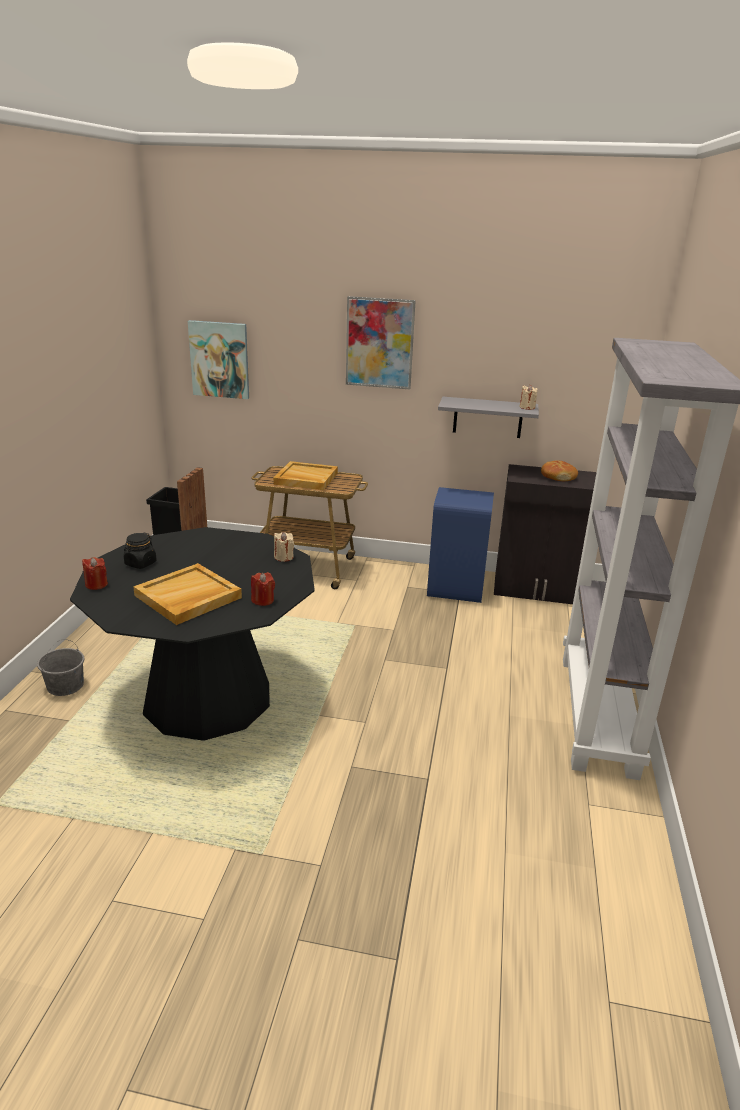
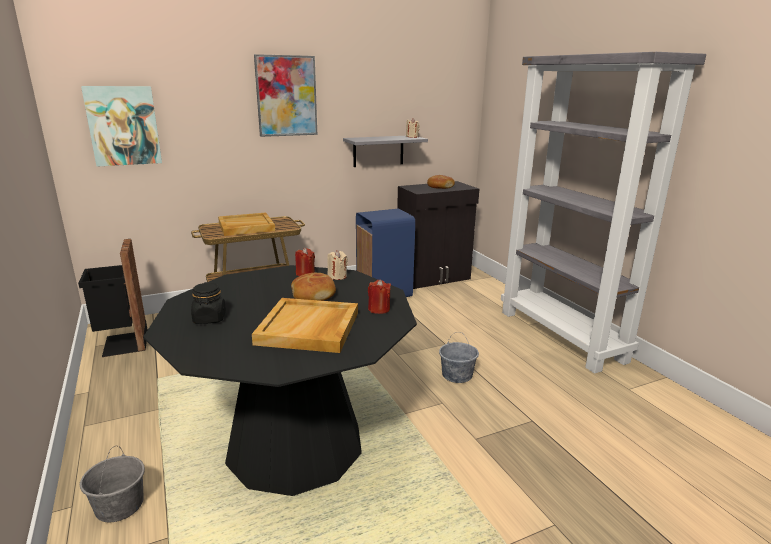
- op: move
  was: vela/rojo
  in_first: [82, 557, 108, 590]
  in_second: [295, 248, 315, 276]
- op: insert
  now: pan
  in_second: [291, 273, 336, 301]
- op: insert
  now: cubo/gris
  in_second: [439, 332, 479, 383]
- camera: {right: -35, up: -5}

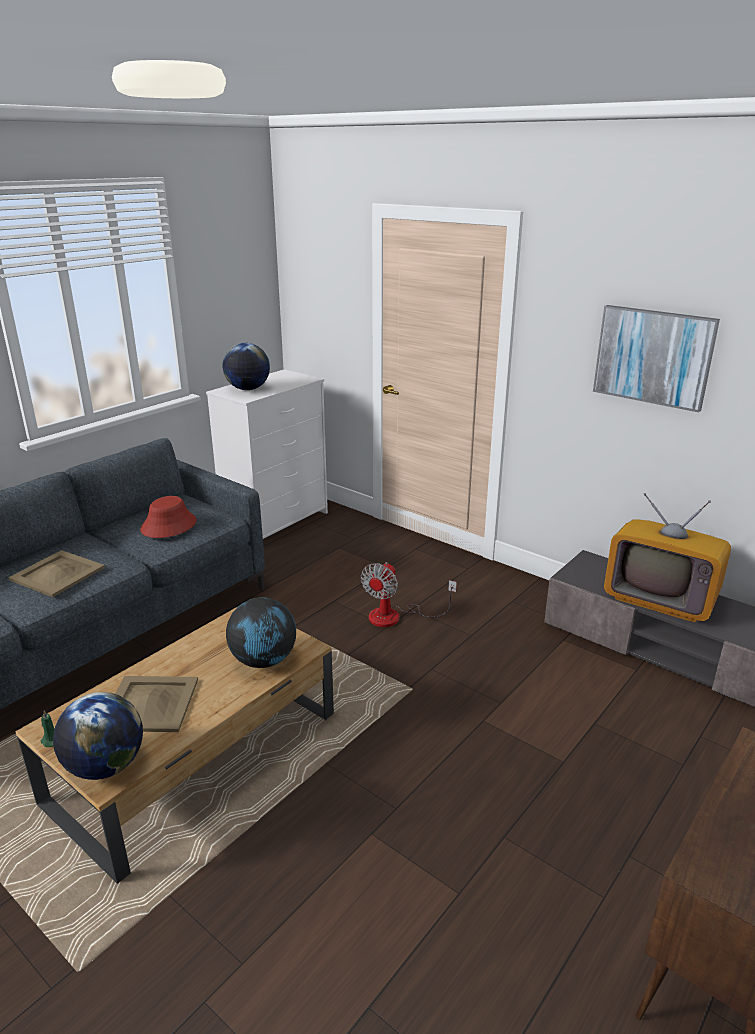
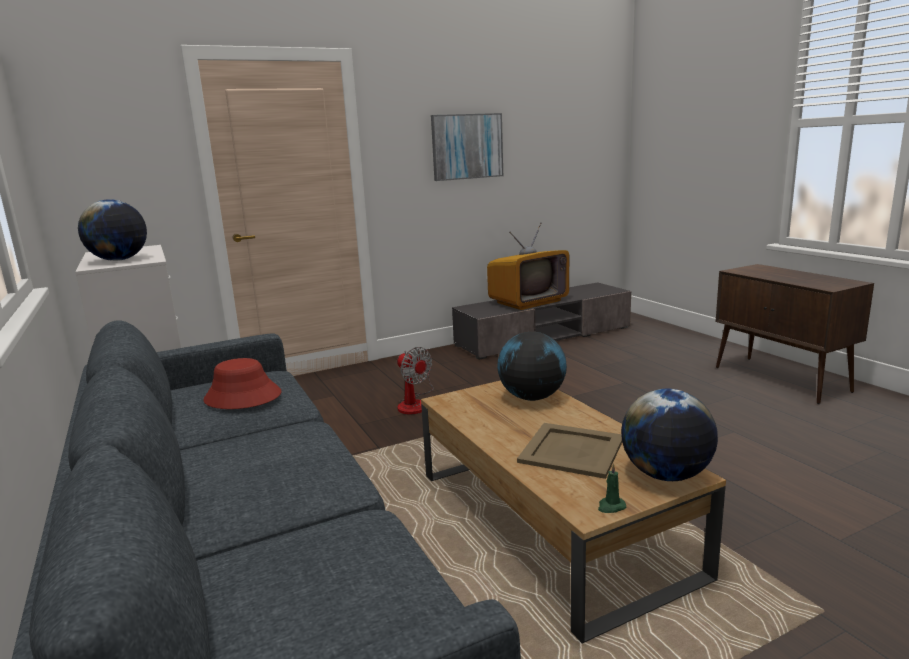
- op: delete
  was: bandeja/beis
  in_first: [8, 550, 105, 597]
- camera: {right: -65, up: -10}

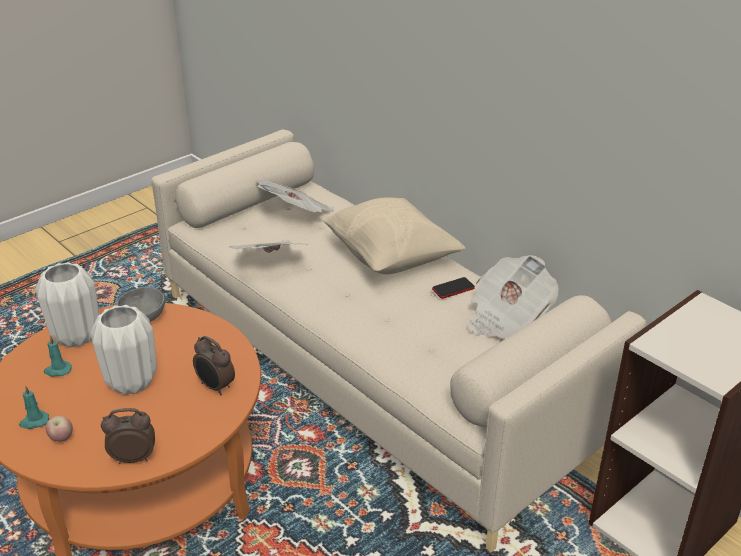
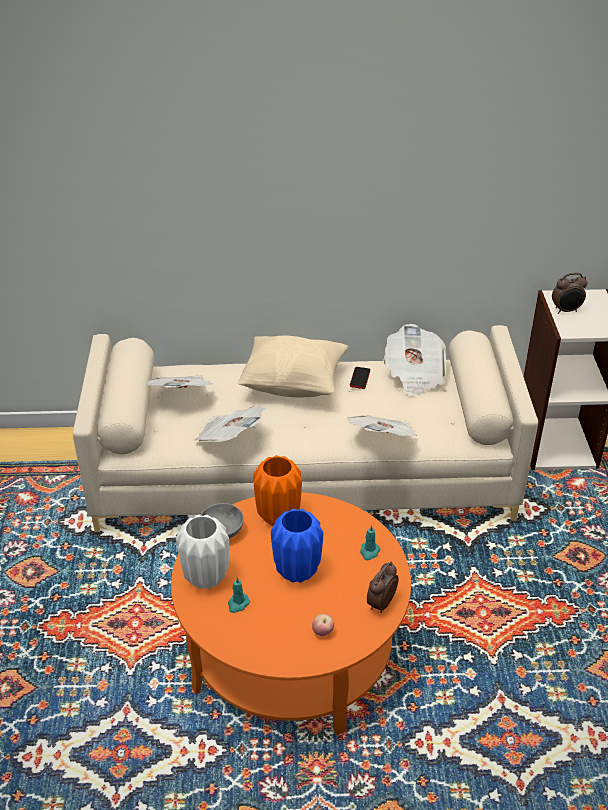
- op: move
  was: vela/turquesa
  in_first: [19, 385, 49, 429]
  in_second: [360, 525, 380, 560]
- op: recolor
  was: florero/blanco
  now: florero/azul
  in_first: [90, 305, 157, 395]
  in_second: [271, 509, 323, 583]
- op: move
  was: despertador
  in_first: [193, 336, 235, 395]
  in_second: [552, 272, 588, 314]
- op: insert
  now: florero/naranja
  in_second: [253, 455, 302, 526]
- op: insert
  now: periódico
  in_second: [347, 415, 417, 436]
- camera: {right: -50, up: 5}

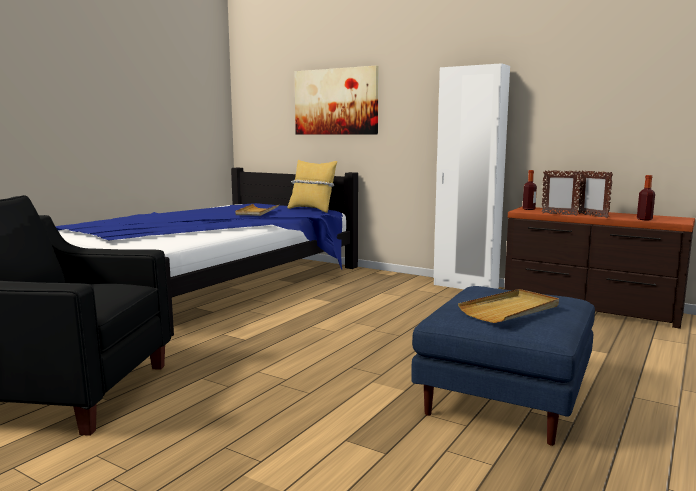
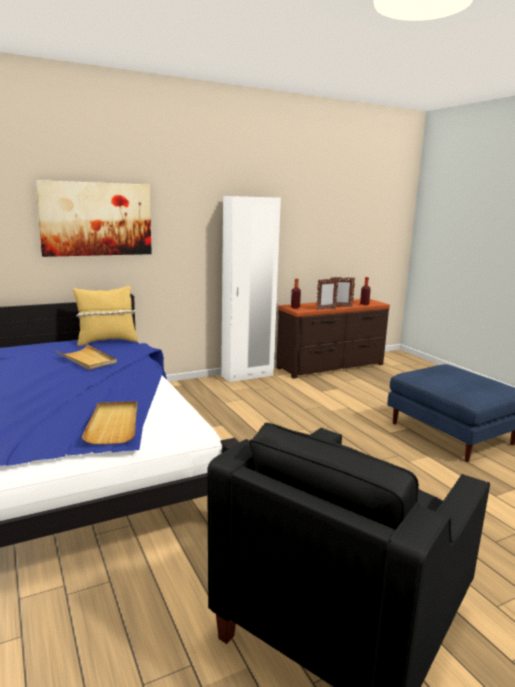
- op: move
  was: bandeja/beis
  in_first: [458, 289, 559, 323]
  in_second: [82, 401, 137, 444]
- camera: {right: -60, up: 5}

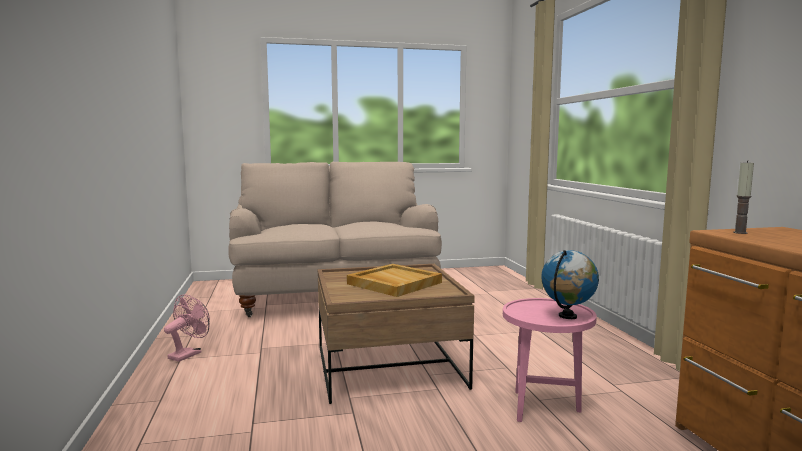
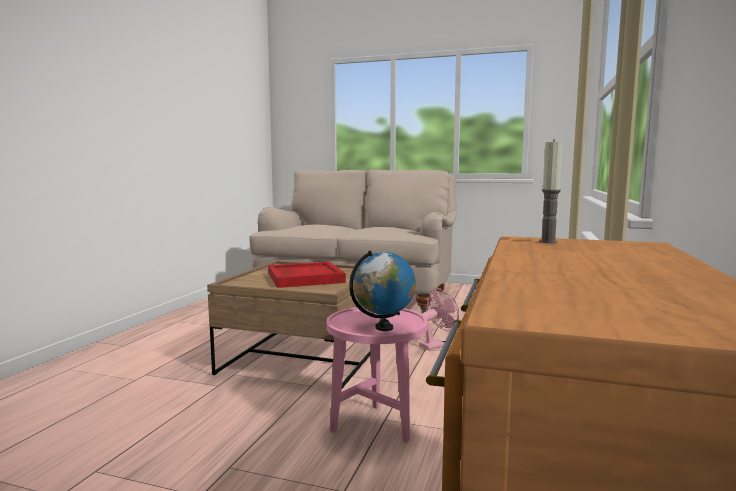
- op: move
  was: ventilador/rosa
  in_first: [164, 295, 210, 362]
  in_second: [419, 288, 459, 350]
- op: recolor
  was: bandeja/beis
  now: bandeja/rojo
  in_first: [347, 264, 442, 297]
  in_second: [268, 262, 346, 288]
- camera: {right: 30, up: 0}

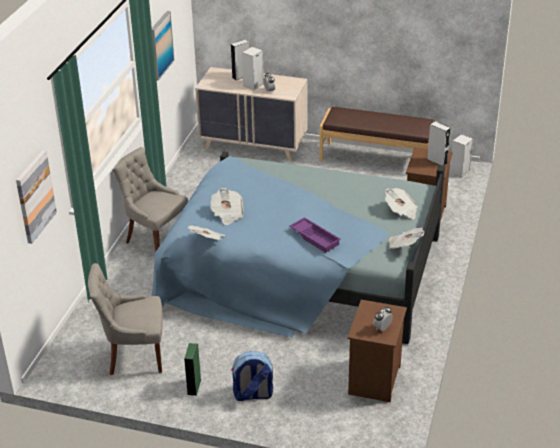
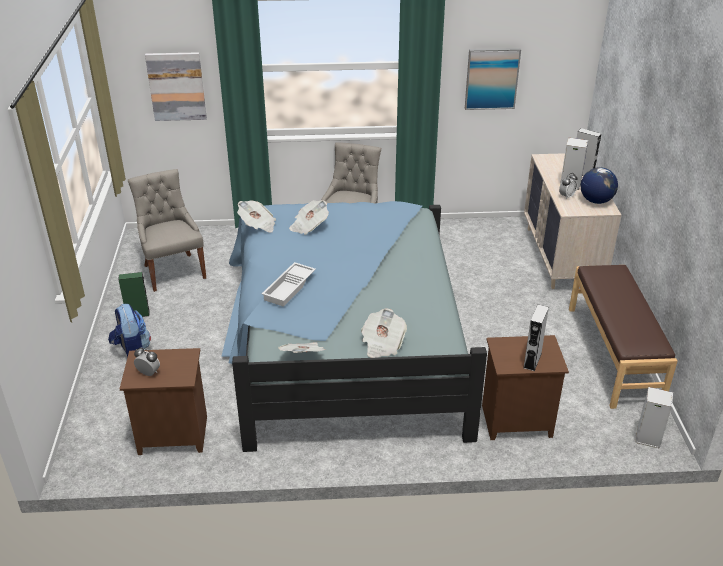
- op: recolor
  was: bandeja/morado
  now: bandeja/blanco
  in_first: [290, 217, 341, 253]
  in_second: [262, 262, 316, 307]
- op: insert
  now: globo terráqueo
  in_second: [581, 167, 618, 204]
- camera: {right: 70, up: 0}

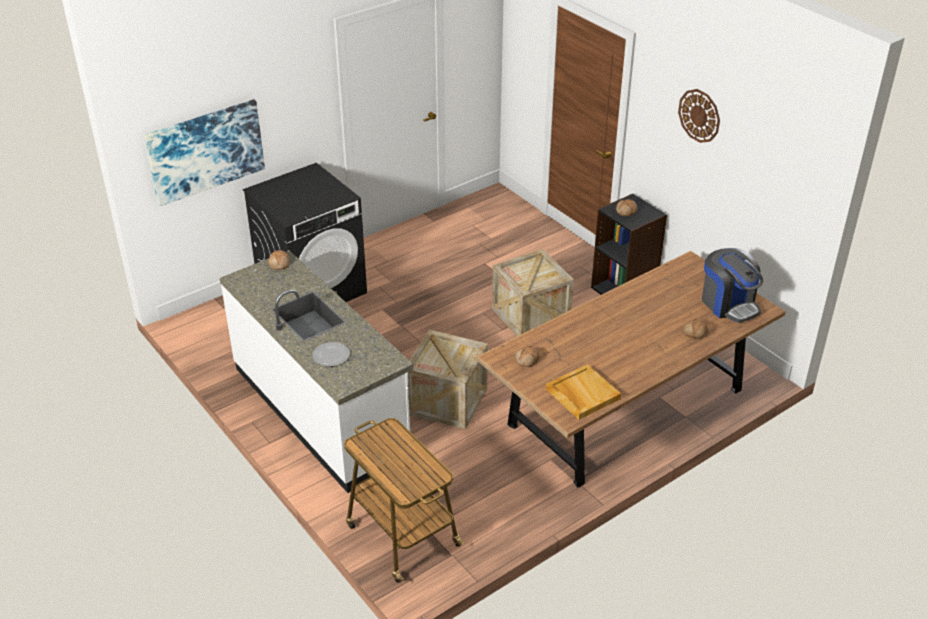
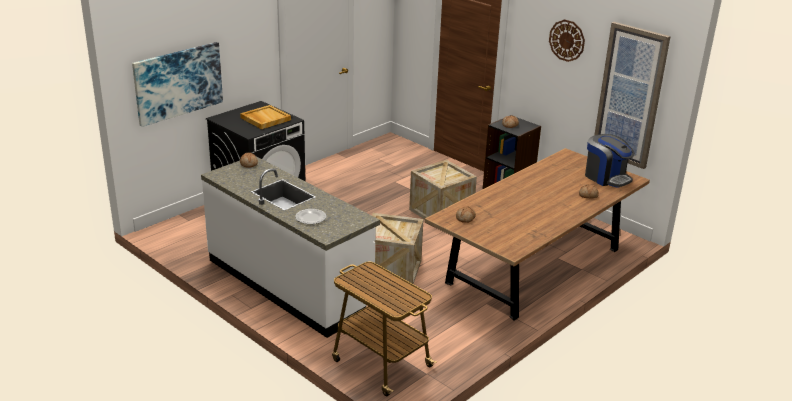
- op: move
  was: bandeja/beis
  in_first: [546, 364, 621, 419]
  in_second: [240, 105, 291, 129]
- op: insert
  now: cuadro
  in_second: [595, 22, 671, 169]
- camera: {right: -10, up: -10}

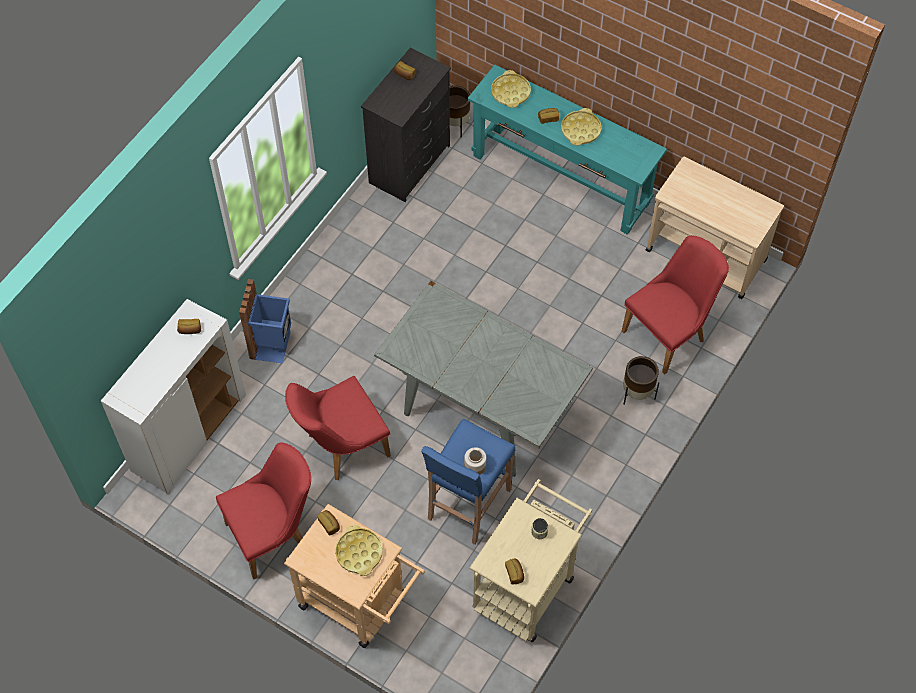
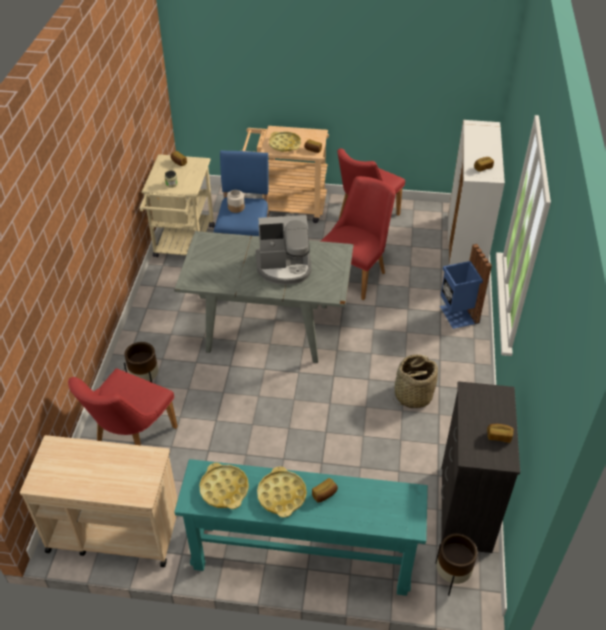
- op: move
  was: bandeja/amarillo
  in_first: [491, 70, 531, 108]
  in_second: [199, 463, 249, 509]
- op: insert
  now: cafetera
  in_second: [256, 215, 311, 285]
- op: insert
  now: cesta
  in_second: [393, 354, 438, 408]
- camera: {right: 155, up: -15}

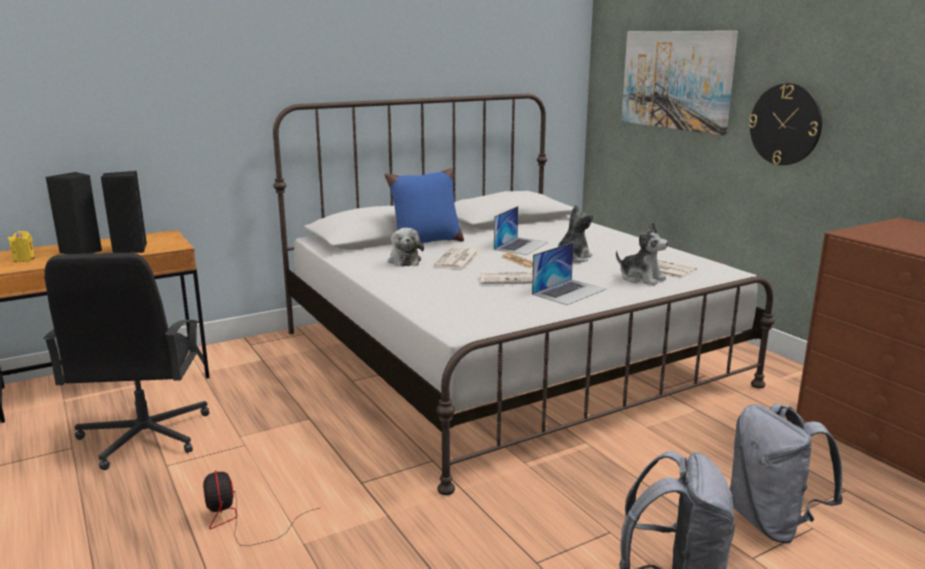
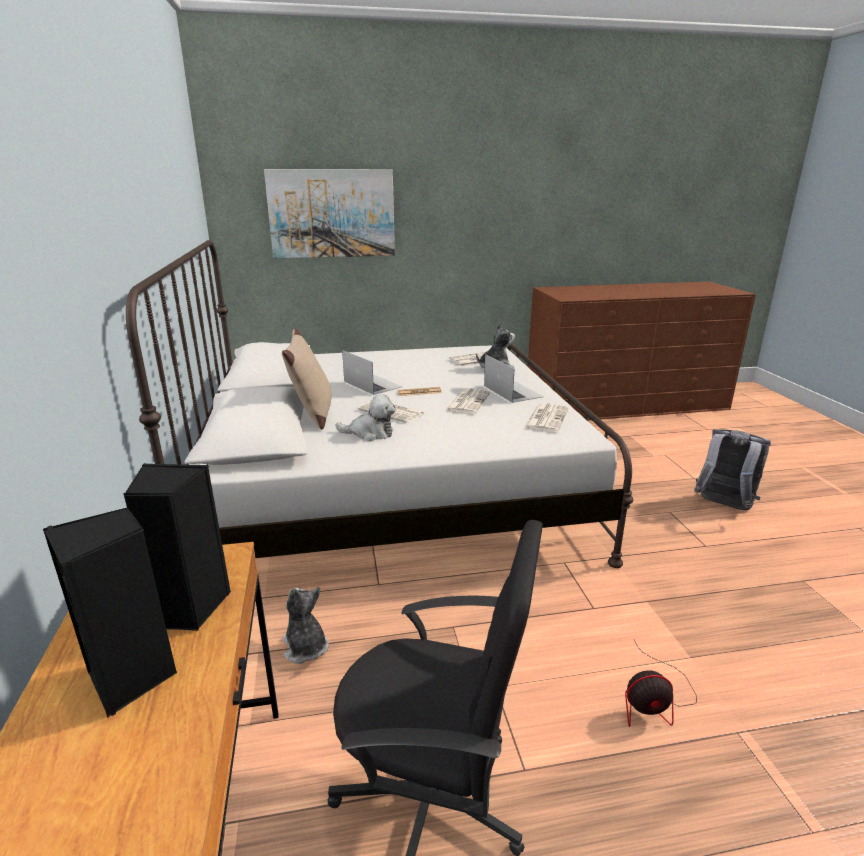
- op: delete
  was: vela/amarillo
  in_first: [8, 231, 36, 262]
- op: recolor
  was: cojín/azul
  now: cojín/beis
  in_first: [385, 168, 464, 243]
  in_second: [282, 329, 332, 429]
- op: move
  was: peluche
  in_first: [558, 204, 593, 263]
  in_second: [283, 587, 329, 664]
- op: delete
  was: mochila/gris
  in_first: [730, 404, 843, 543]
- op: delete
  was: reloj de pared
  in_first: [749, 83, 822, 165]
- op: insert
  now: periódico
  in_second: [524, 403, 569, 432]
- camera: {right: -70, up: 5}

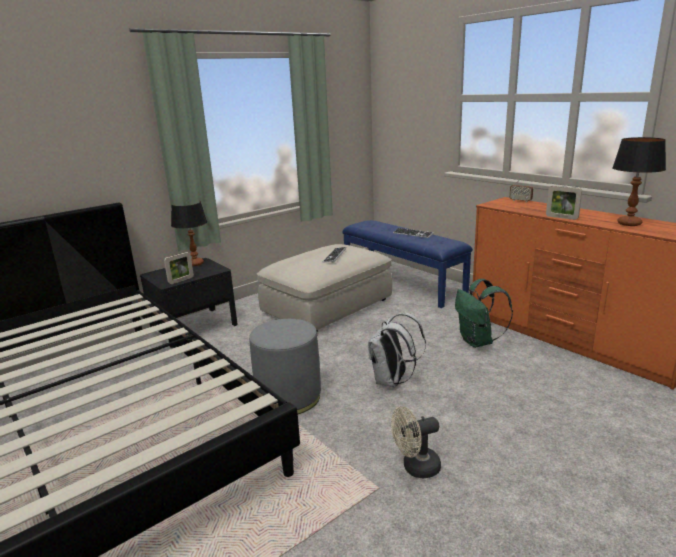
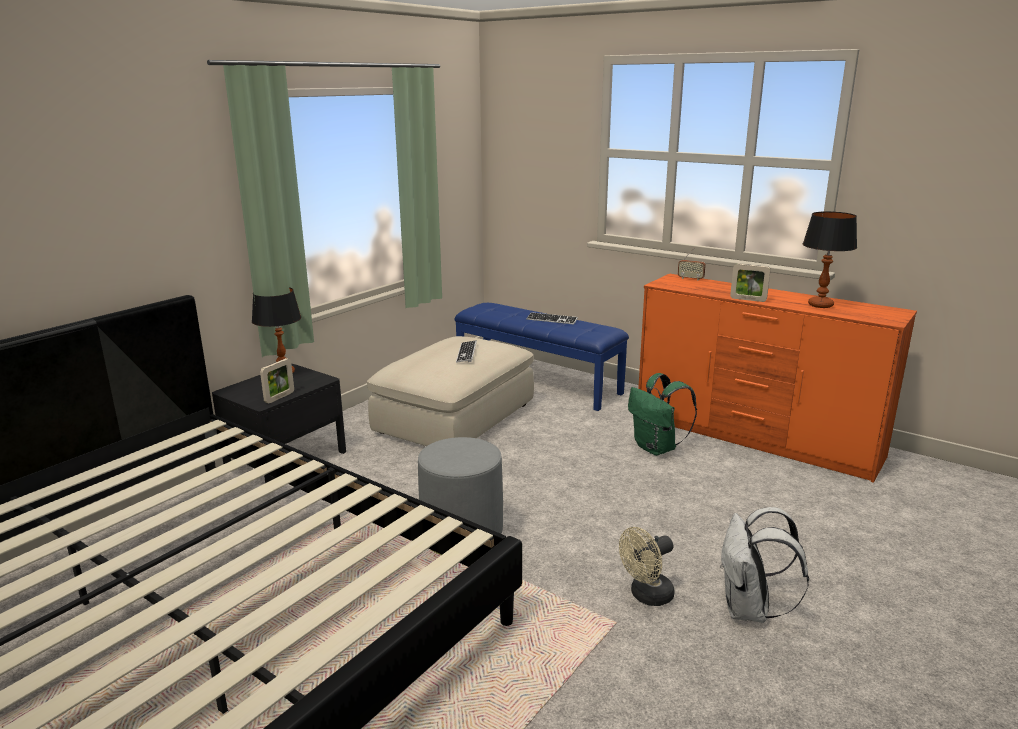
- op: move
  was: mochila/blanco
  in_first: [368, 313, 426, 388]
  in_second: [720, 507, 809, 623]
- camera: {right: -15, up: 0}

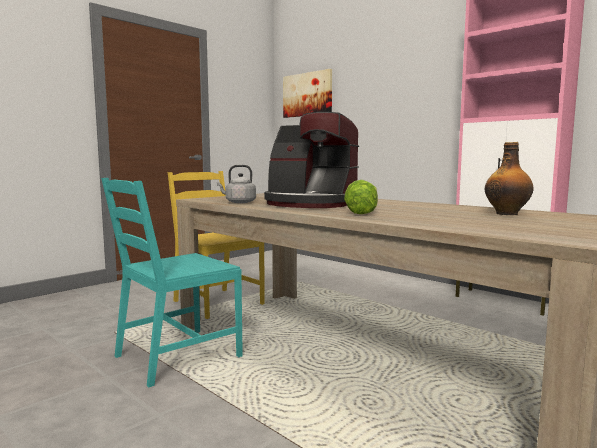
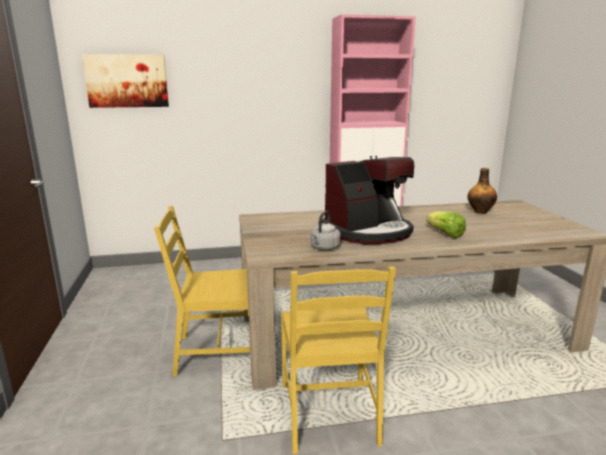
- op: recolor
  was: silla/turquesa
  now: silla/amarillo
  in_first: [101, 178, 243, 387]
  in_second: [281, 266, 396, 454]
- camera: {right: -55, up: 10}

